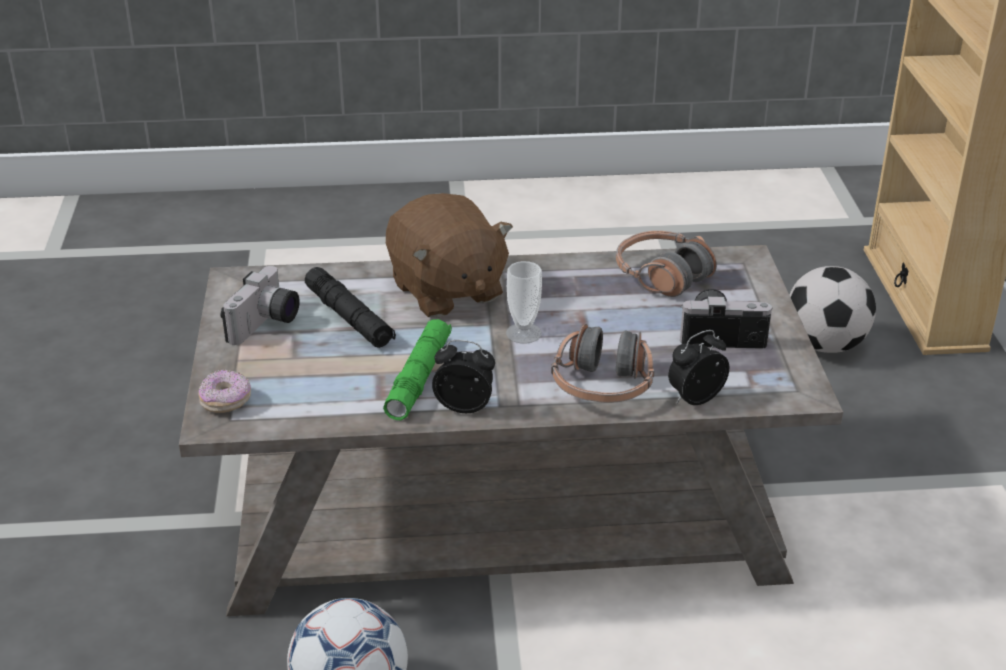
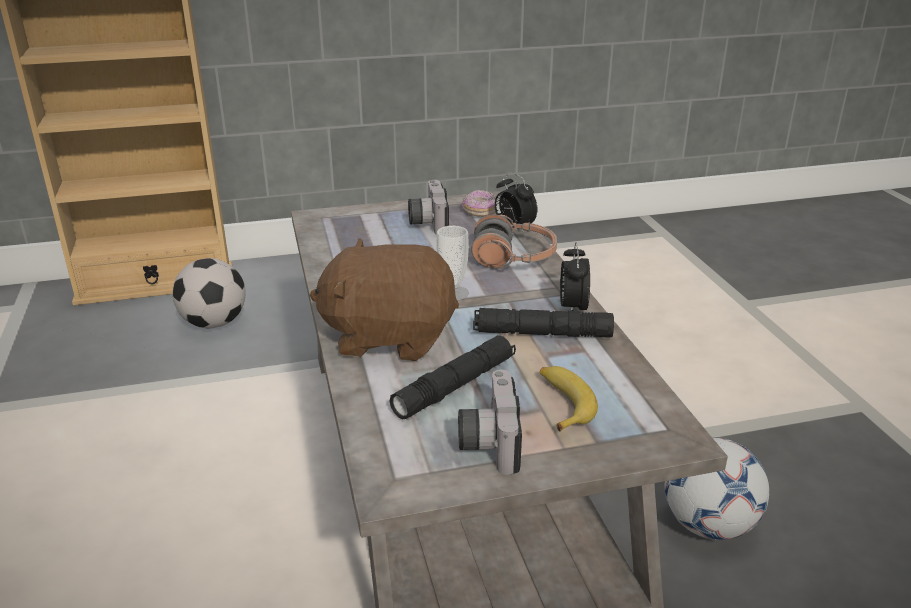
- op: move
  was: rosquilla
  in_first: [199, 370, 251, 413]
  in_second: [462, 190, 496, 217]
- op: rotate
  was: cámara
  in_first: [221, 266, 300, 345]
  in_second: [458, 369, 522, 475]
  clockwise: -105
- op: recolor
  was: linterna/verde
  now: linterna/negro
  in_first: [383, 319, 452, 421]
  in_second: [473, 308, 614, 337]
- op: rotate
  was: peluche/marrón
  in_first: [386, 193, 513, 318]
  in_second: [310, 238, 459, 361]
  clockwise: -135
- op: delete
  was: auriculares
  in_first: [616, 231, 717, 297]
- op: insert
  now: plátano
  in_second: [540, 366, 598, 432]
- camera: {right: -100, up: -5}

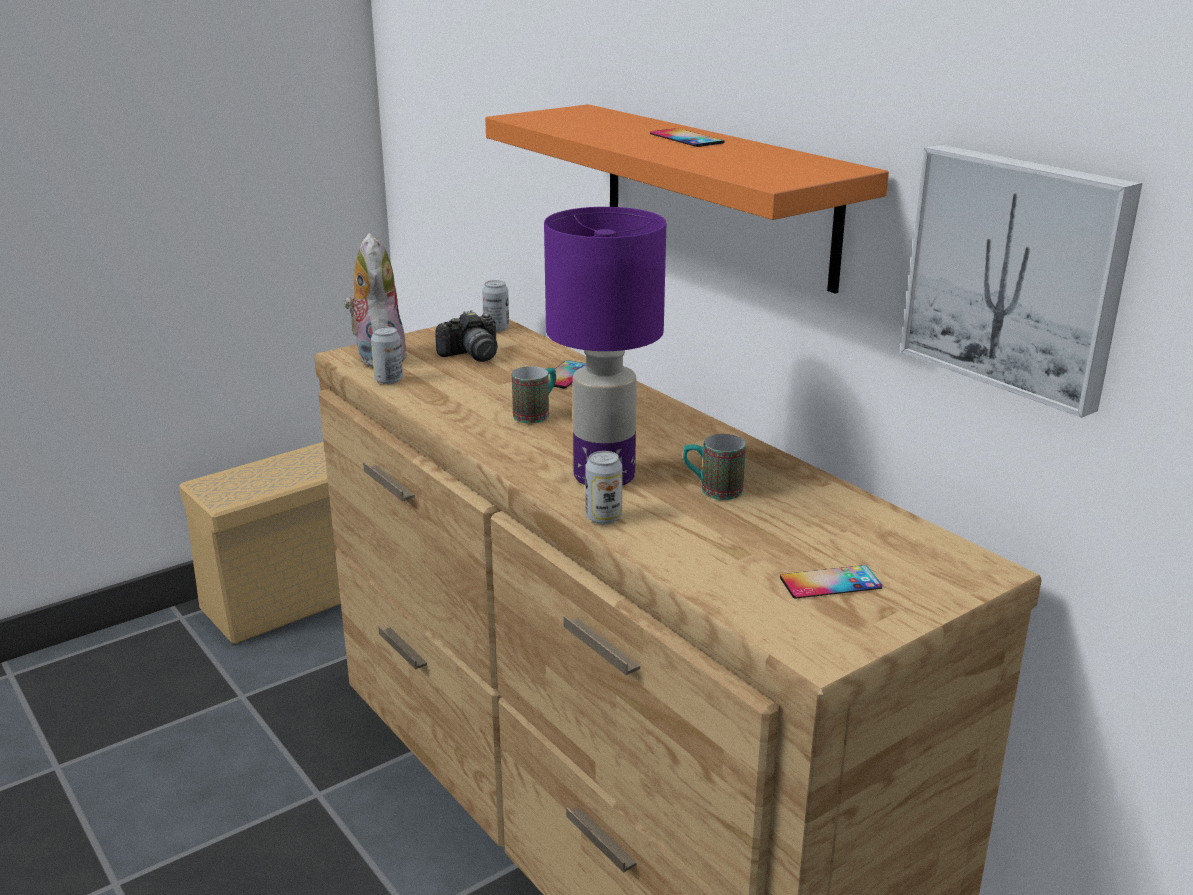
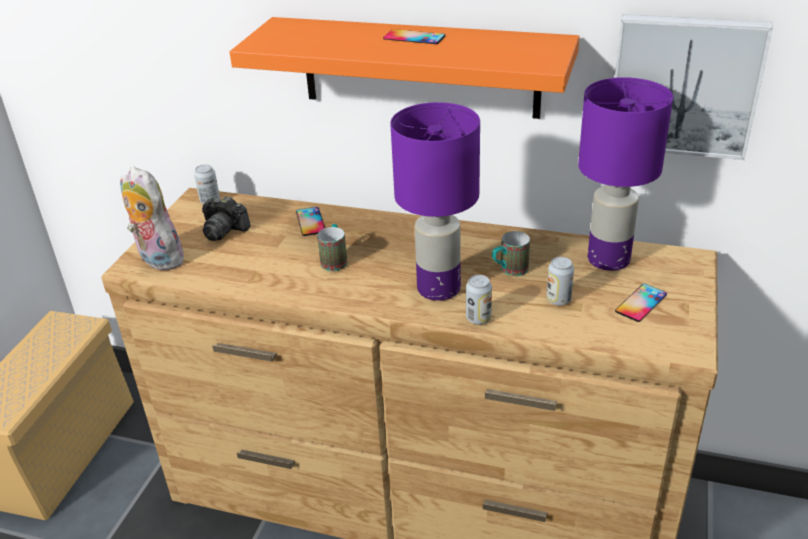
- op: move
  was: lata
  in_first: [371, 327, 403, 384]
  in_second: [546, 257, 574, 306]
- op: rotate
  was: cámara
  in_first: [435, 310, 498, 362]
  in_second: [202, 196, 251, 241]
  clockwise: 90
- op: insert
  now: lámpara de mesa/morado
  in_second: [578, 77, 673, 271]
- camera: {right: -35, up: 10}

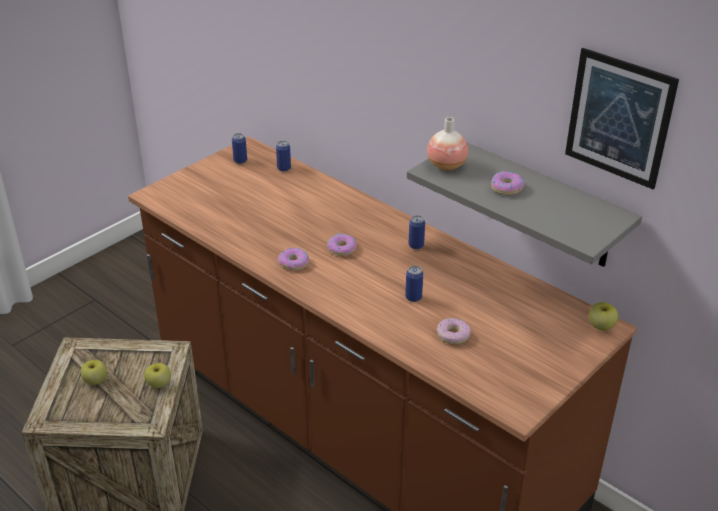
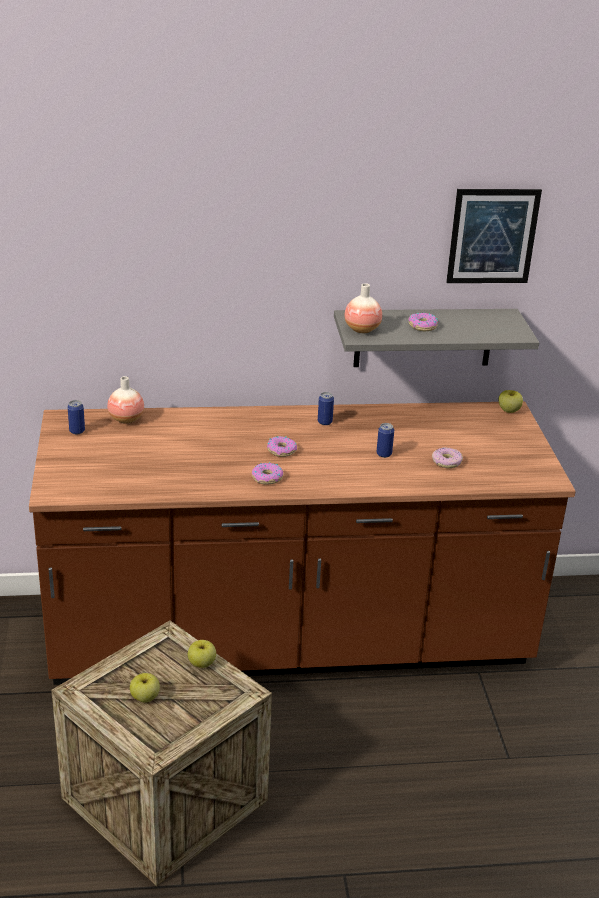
- op: replace
  was: lata
  now: florero
  in_first: [276, 141, 291, 172]
  in_second: [107, 376, 144, 424]
- camera: {right: -50, up: -5}

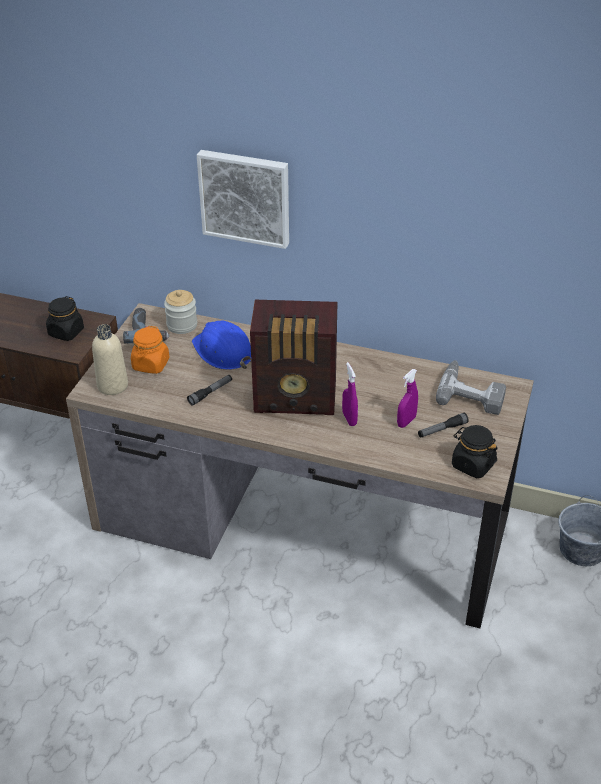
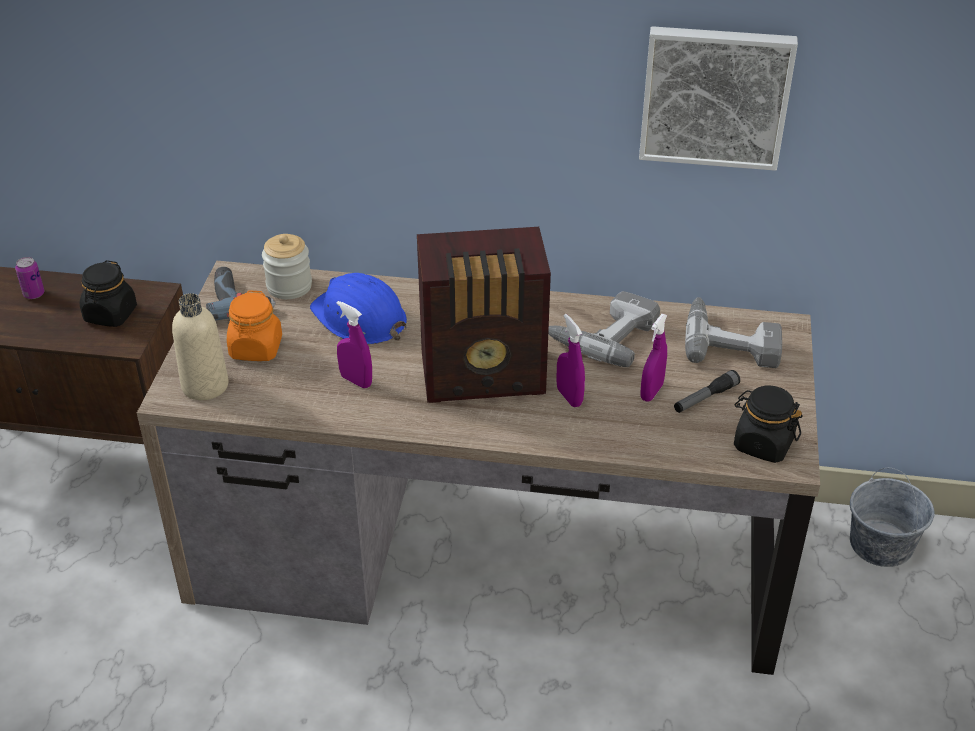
- op: replace
  was: linterna
  now: pulverizador/morado
  in_first: [187, 375, 232, 406]
  in_second: [337, 301, 372, 388]
- op: move
  was: cuadro
  in_first: [197, 150, 289, 249]
  in_second: [639, 26, 798, 171]
- op: insert
  now: lata
  in_second: [15, 257, 44, 299]
- op: insert
  now: taladro
  in_second: [548, 291, 660, 367]
- camera: {right: -10, up: 0}

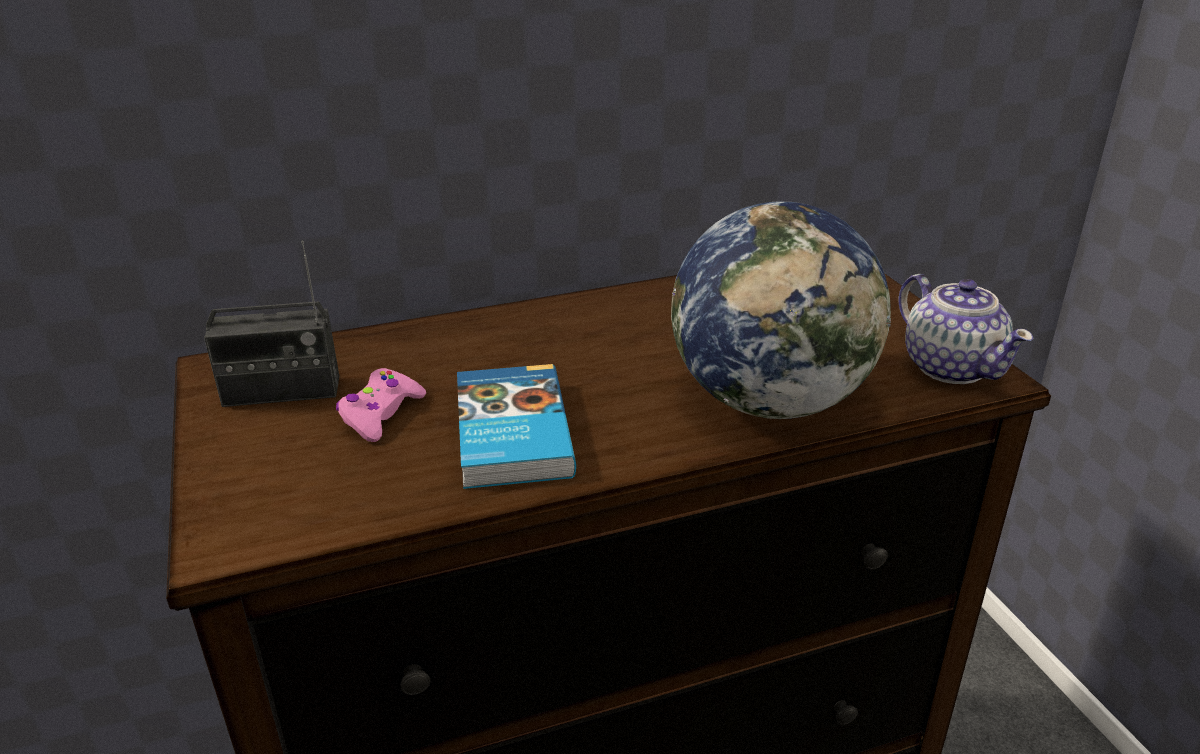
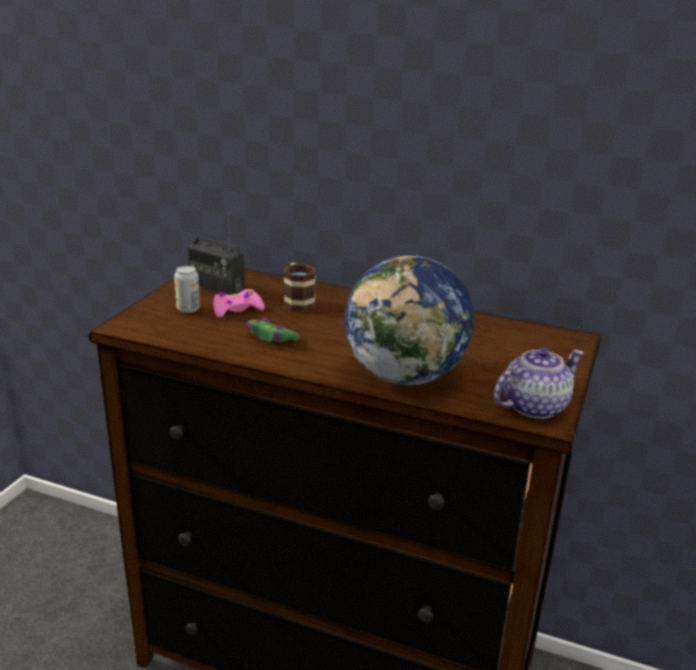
- op: replace
  was: libro
  now: mando de consola/verde
  in_first: [457, 364, 576, 489]
  in_second: [247, 318, 301, 342]
- op: rotate
  was: tetera
  in_first: [898, 274, 1033, 384]
  in_second: [494, 348, 584, 419]
  clockwise: -135
- op: insert
  now: lata
  in_second: [174, 266, 200, 313]
- op: insert
  now: taza grande
  in_second: [283, 263, 317, 312]
- camera: {right: 40, up: -5}

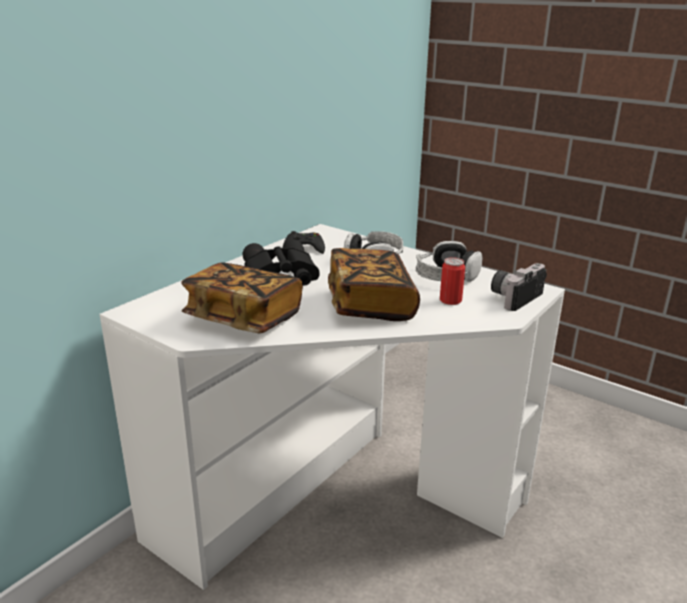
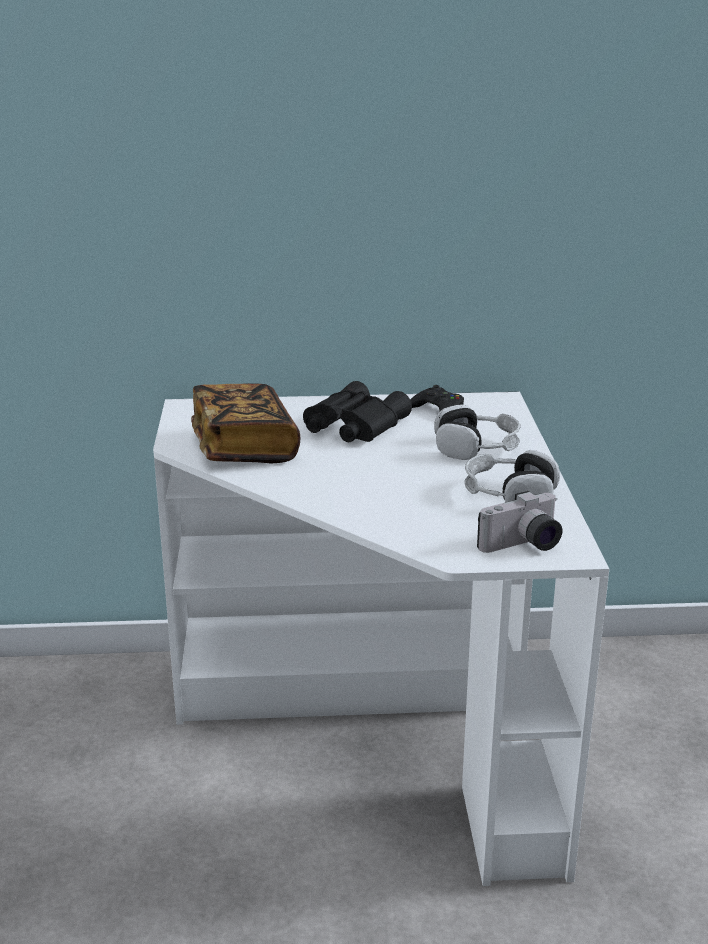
- op: delete
  was: libro
  in_first: [328, 248, 420, 321]
- op: delete
  was: lata
  in_first: [440, 257, 465, 305]
- op: rotate
  was: cámara
  in_first: [491, 263, 547, 311]
  in_second: [477, 491, 562, 553]
  clockwise: 150
- camera: {right: 50, up: 0}

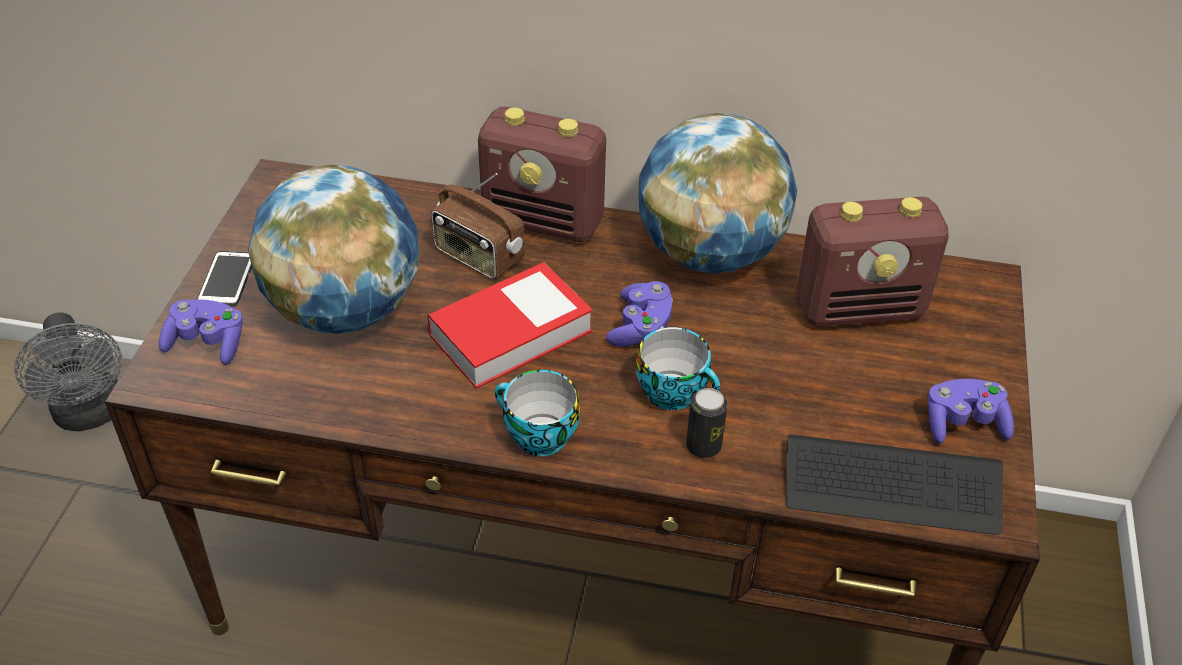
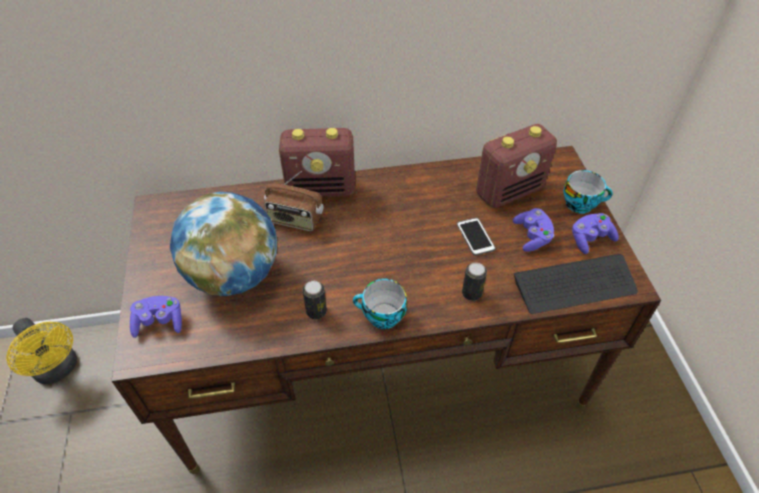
- op: recolor
  was: ventilador/gris
  now: ventilador/amarillo
  in_first: [15, 312, 122, 431]
  in_second: [6, 318, 77, 384]
- op: move
  was: móvil
  in_first: [197, 251, 252, 307]
  in_second: [457, 218, 496, 256]
- op: delete
  was: libro
  in_first: [427, 262, 593, 389]
- op: move
  was: mando de consola/morado
  in_first: [606, 281, 673, 347]
  in_second: [513, 208, 554, 252]
- op: move
  was: taza
  in_first: [636, 327, 720, 410]
  in_second: [564, 170, 613, 214]
- op: delete
  was: globo terráqueo
  in_first: [638, 113, 797, 274]
- op: insert
  now: lata
  in_second: [303, 281, 327, 319]
- camera: {right: -20, up: 5}

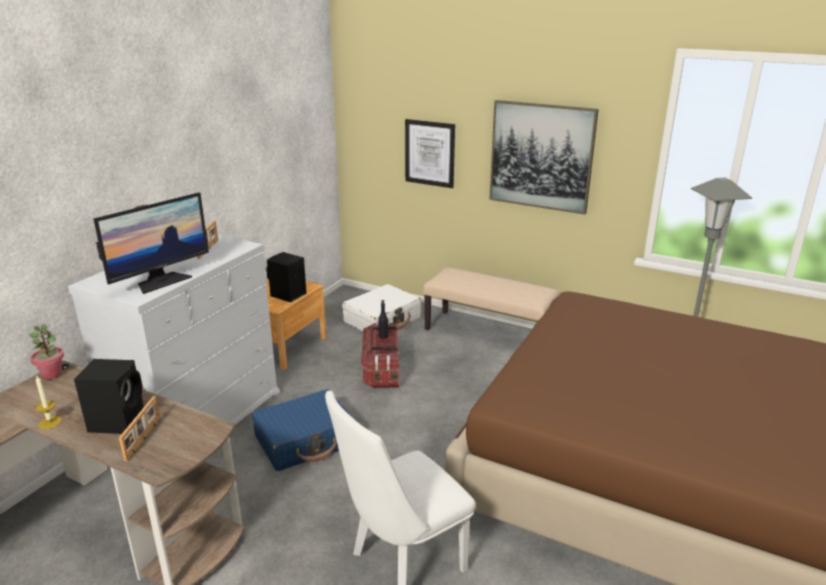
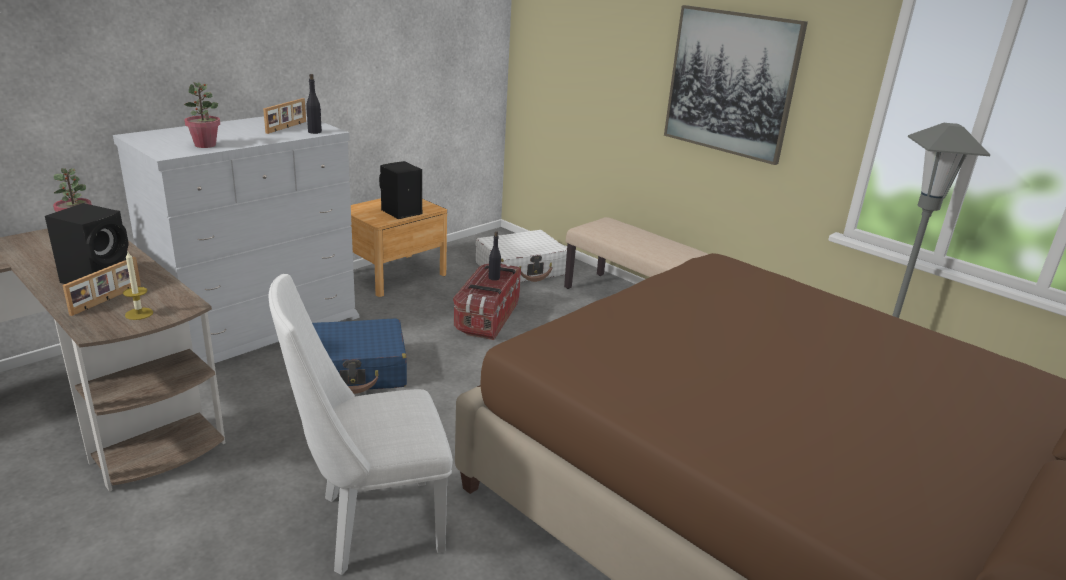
- op: move
  was: vela
  in_first: [36, 376, 62, 429]
  in_second: [123, 252, 153, 320]
- op: replace
  was: monitor
  now: planta en maceta
  in_first: [93, 192, 209, 294]
  in_second: [184, 82, 220, 148]
- op: delete
  was: cuadro
  in_first: [405, 119, 455, 188]
- op: insert
  now: botella/negro
  in_second: [306, 74, 322, 134]
- camera: {right: 15, up: 0}

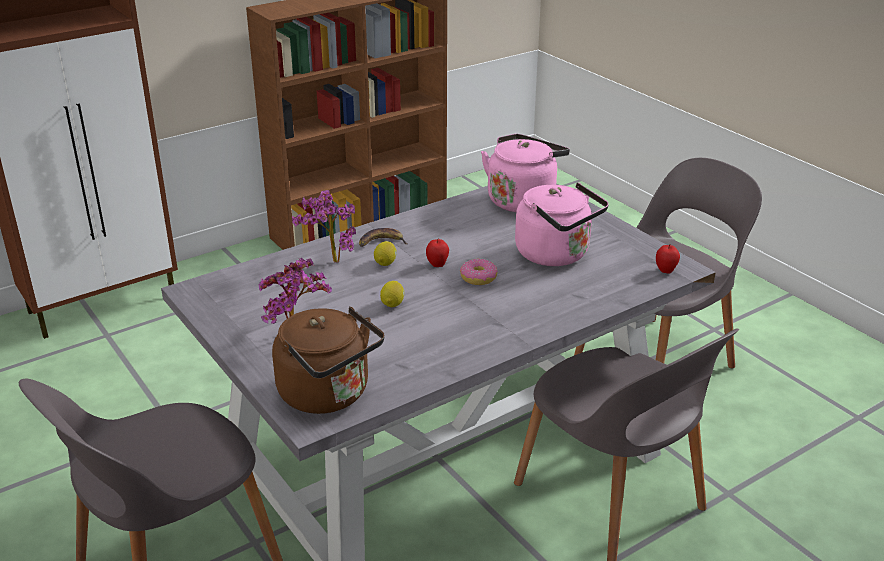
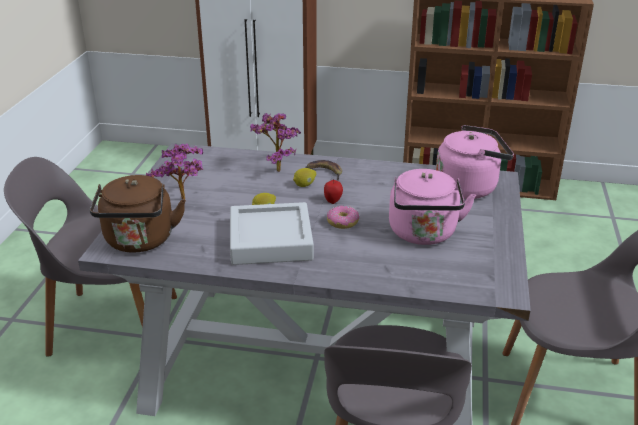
- op: delete
  was: manzana
  in_first: [656, 244, 680, 274]
- op: insert
  now: bandeja/gris
  in_second: [230, 202, 314, 265]
- camera: {right: 45, up: 0}

